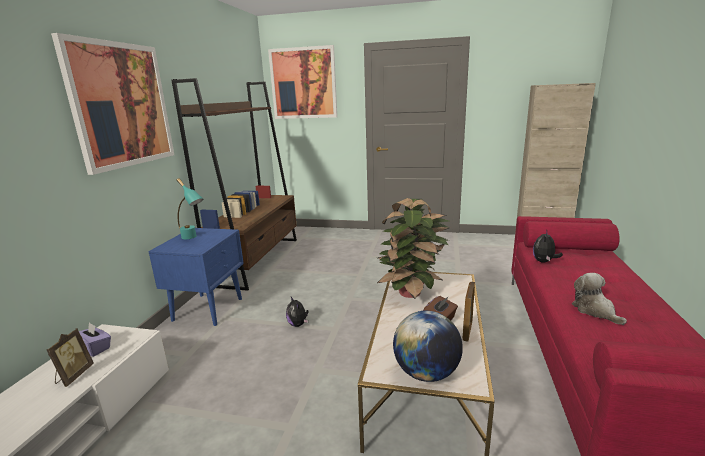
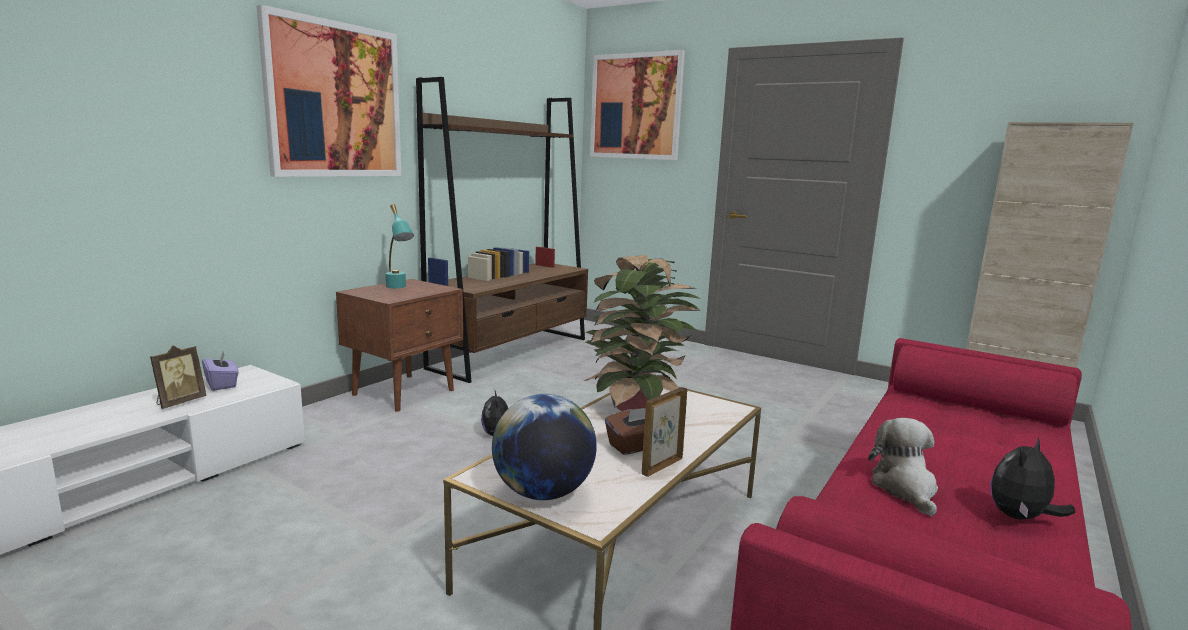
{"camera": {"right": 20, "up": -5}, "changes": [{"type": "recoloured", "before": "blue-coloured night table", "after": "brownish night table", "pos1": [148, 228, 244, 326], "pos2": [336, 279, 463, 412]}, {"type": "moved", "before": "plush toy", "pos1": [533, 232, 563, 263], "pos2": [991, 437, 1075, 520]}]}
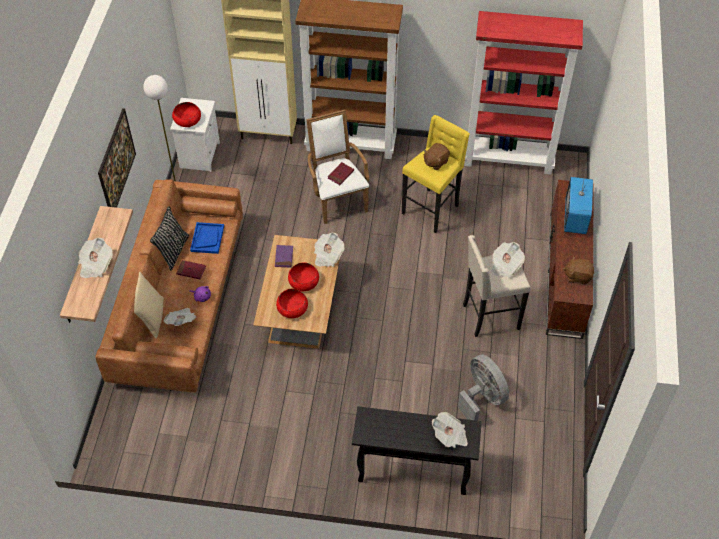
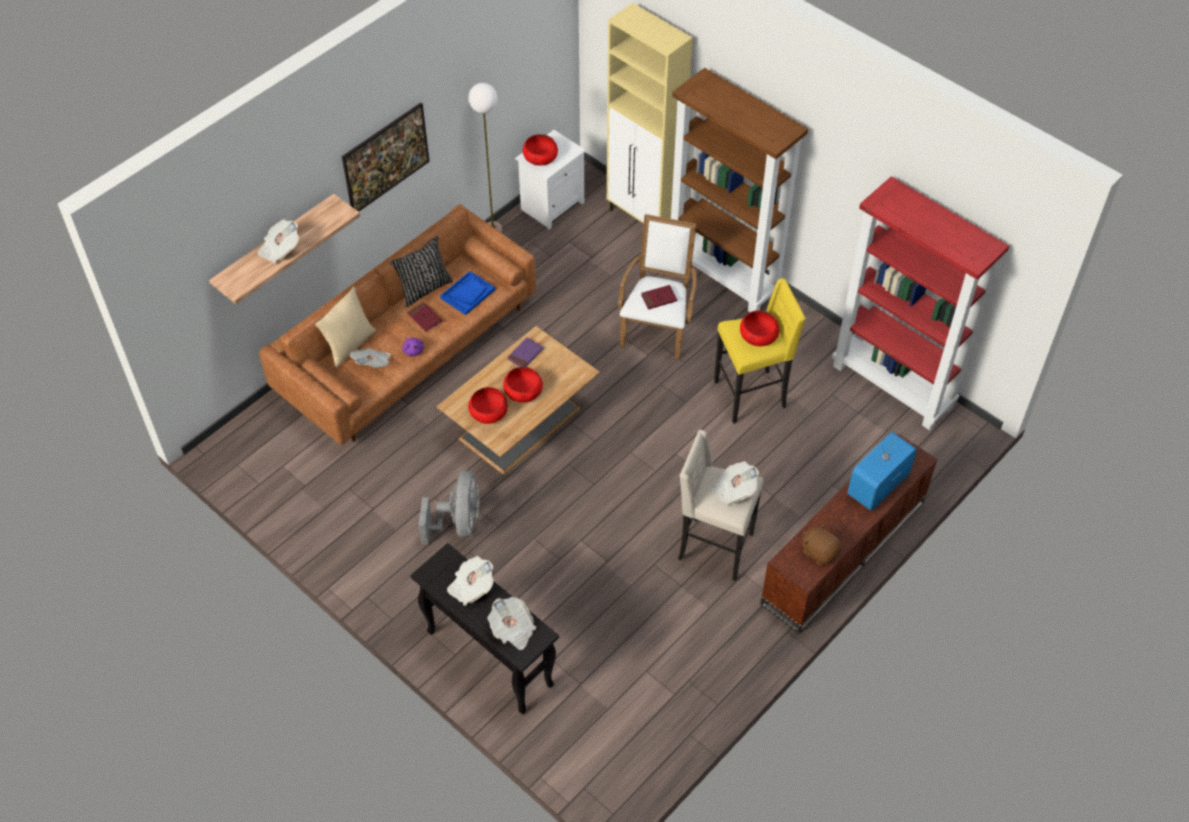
{"camera": {"right": 35, "up": 0}, "changes": [{"type": "replaced", "before": "brownish plush toy", "after": "red-coloured serving bowl", "pos1": [424, 143, 450, 170], "pos2": [740, 310, 779, 346]}, {"type": "moved", "before": "printed paper", "pos1": [314, 232, 345, 267], "pos2": [447, 556, 494, 606]}, {"type": "moved", "before": "grey fan", "pos1": [458, 355, 509, 421], "pos2": [418, 470, 480, 544]}]}
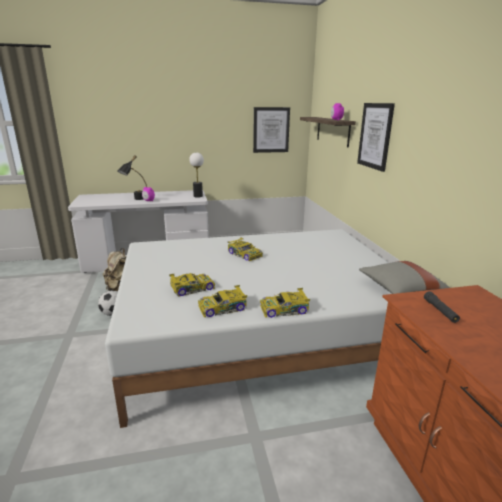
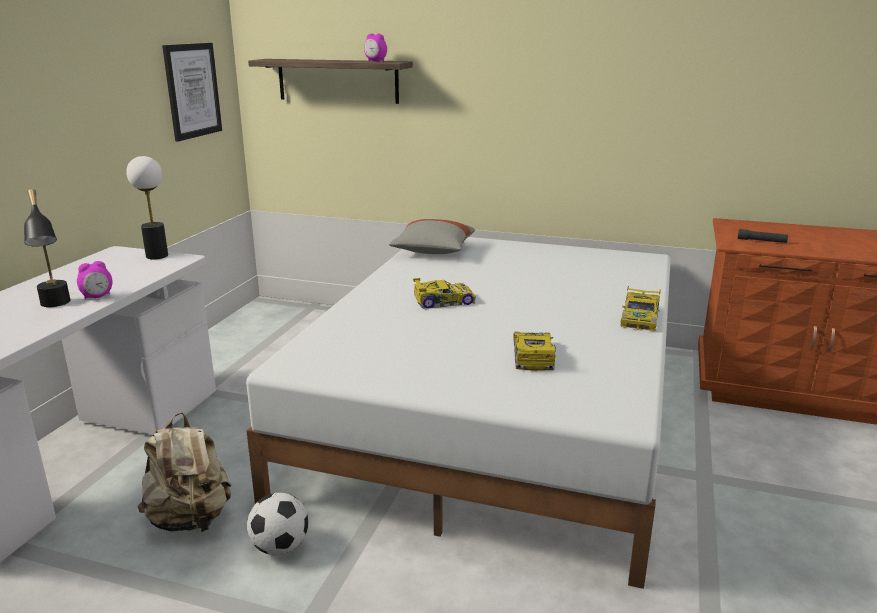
{"camera": {"right": -60, "up": 0}, "changes": [{"type": "removed", "before": "wall art", "pos1": [357, 103, 395, 172]}, {"type": "moved", "before": "grey cushion", "pos1": [359, 261, 450, 294], "pos2": [389, 219, 475, 254]}, {"type": "removed", "before": "toy car", "pos1": [198, 285, 248, 318]}]}
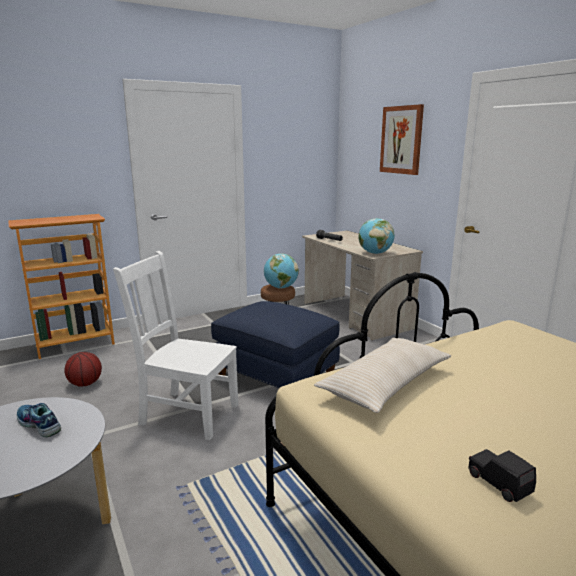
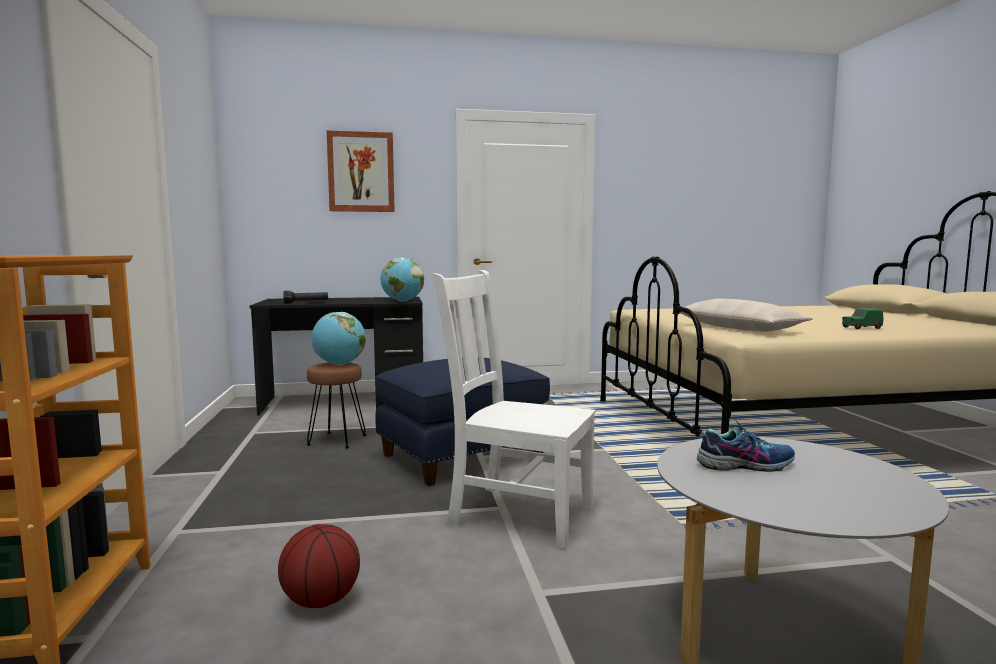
{"camera": {"right": -70, "up": -10}, "changes": [{"type": "recoloured", "before": "sand-coloured desk", "after": "black-coloured desk", "pos1": [302, 231, 423, 341], "pos2": [250, 297, 423, 416]}, {"type": "turned", "before": "white-coloured chair", "pos1": [113, 251, 238, 440], "pos2": [433, 270, 596, 549], "turn": 75}, {"type": "turned", "before": "low shoe", "pos1": [17, 403, 61, 437], "pos2": [697, 419, 795, 472], "turn": -150}, {"type": "recoloured", "before": "black-coloured toy car", "after": "green toy car", "pos1": [468, 449, 536, 502], "pos2": [842, 308, 884, 329]}]}
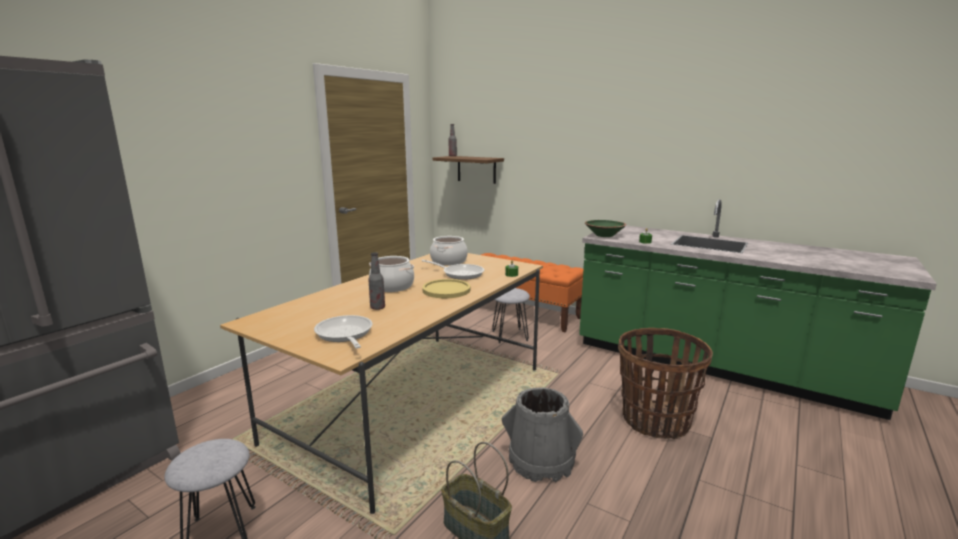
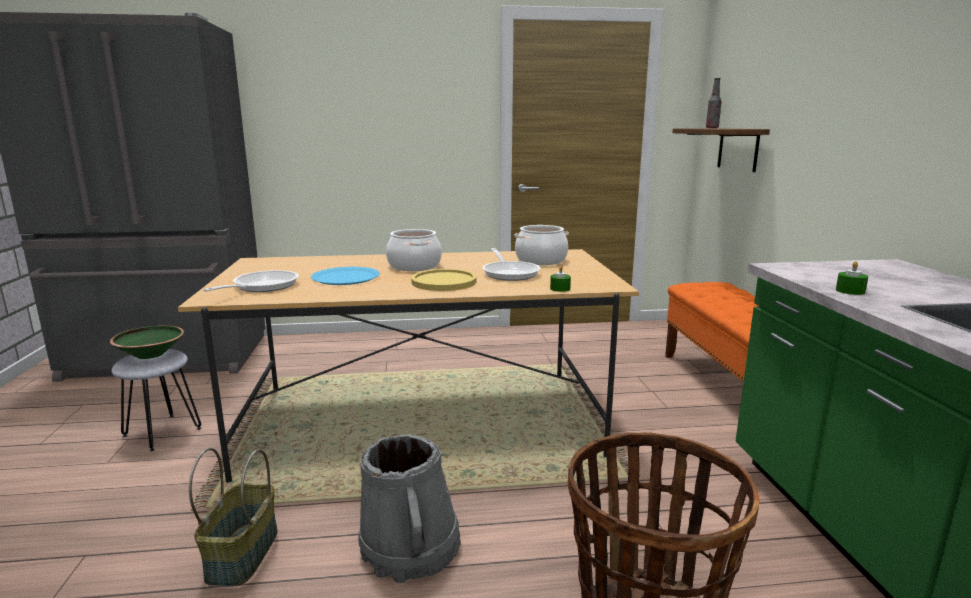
{"camera": {"right": 50, "up": 0}, "changes": [{"type": "moved", "before": "green serving bowl", "pos1": [585, 220, 626, 237], "pos2": [110, 326, 184, 359]}, {"type": "replaced", "before": "bottle", "after": "blue-coloured plate", "pos1": [368, 252, 385, 310], "pos2": [311, 267, 380, 285]}, {"type": "removed", "before": "grey stool", "pos1": [492, 288, 530, 343]}]}
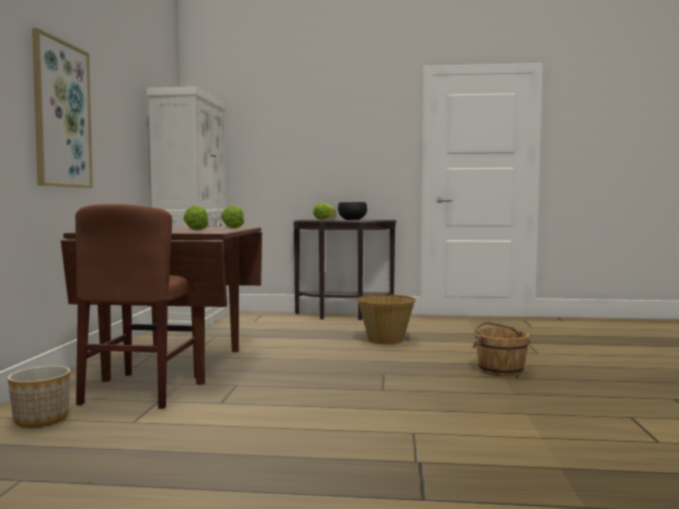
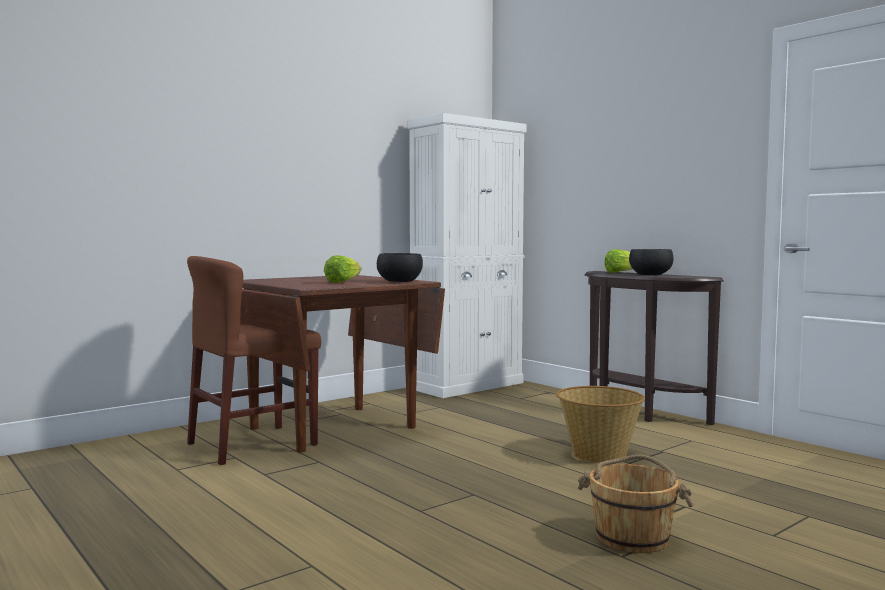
{"camera": {"right": 45, "up": 0}, "changes": [{"type": "removed", "before": "wall art", "pos1": [32, 28, 93, 188]}, {"type": "replaced", "before": "lettuce head", "after": "black-coloured serving bowl", "pos1": [221, 205, 244, 228], "pos2": [377, 253, 423, 282]}, {"type": "removed", "before": "flower pot", "pos1": [7, 366, 70, 427]}]}
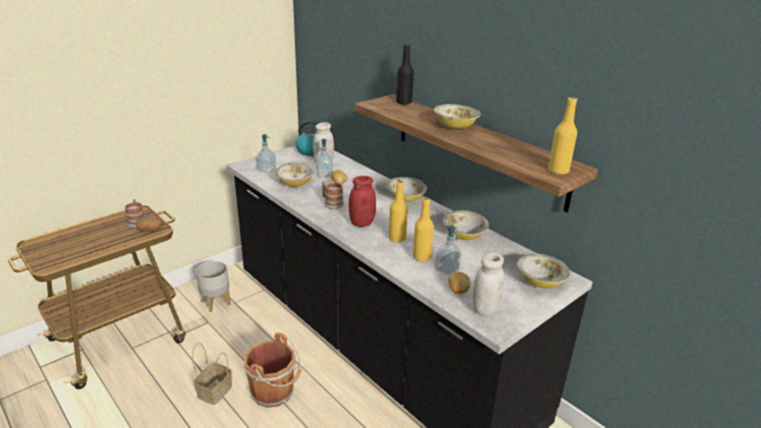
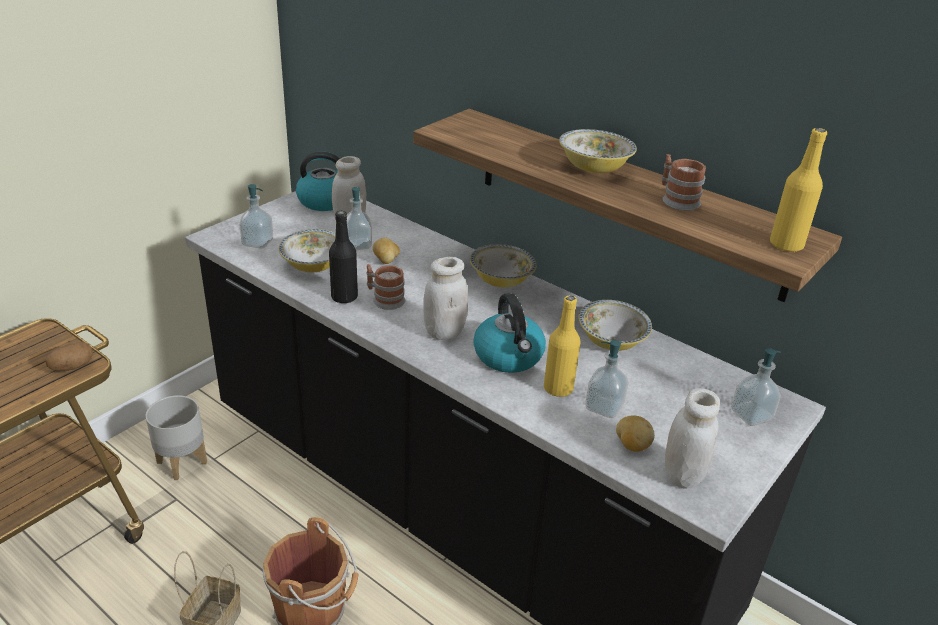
{"camera": {"right": -10, "up": 5}, "changes": [{"type": "moved", "before": "black-coloured bottle", "pos1": [396, 43, 414, 105], "pos2": [329, 211, 358, 303]}, {"type": "recoloured", "before": "red-coloured storage jar", "after": "white-coloured storage jar", "pos1": [349, 176, 376, 227], "pos2": [423, 257, 468, 340]}, {"type": "replaced", "before": "yellow-coloured bottle", "after": "water kettle", "pos1": [389, 180, 408, 242], "pos2": [473, 293, 546, 373]}, {"type": "moved", "before": "coffee mug", "pos1": [125, 199, 145, 227], "pos2": [661, 154, 706, 211]}, {"type": "replaced", "before": "serving bowl", "after": "soap bottle", "pos1": [517, 254, 570, 288], "pos2": [731, 348, 781, 426]}]}
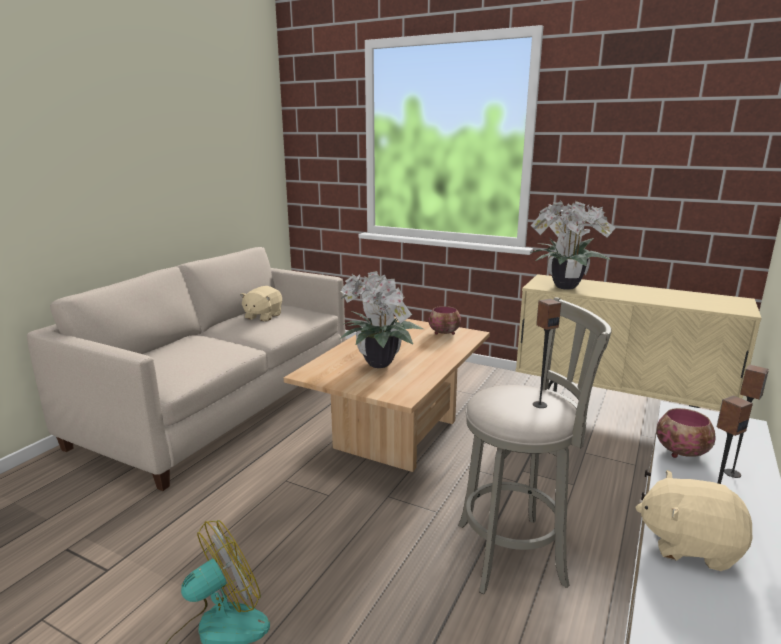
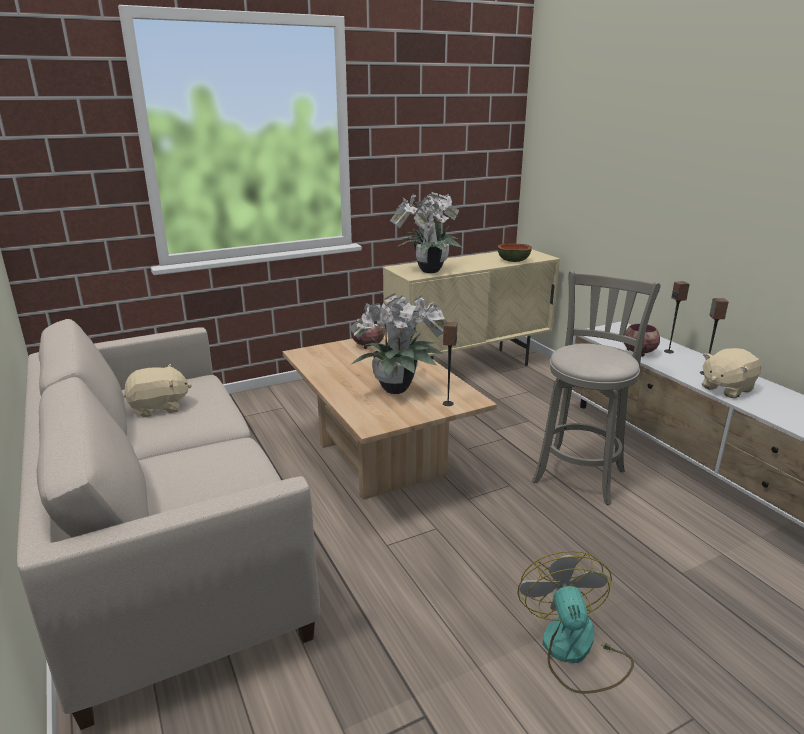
{"camera": {"right": -55, "up": 5}, "changes": [{"type": "turned", "before": "sand-coloured plush toy", "pos1": [240, 286, 282, 322], "pos2": [124, 364, 192, 417], "turn": -75}, {"type": "moved", "before": "audio speaker", "pos1": [533, 299, 561, 408], "pos2": [443, 322, 457, 406]}, {"type": "added", "after": "serving bowl", "pos2": [498, 243, 532, 262]}]}
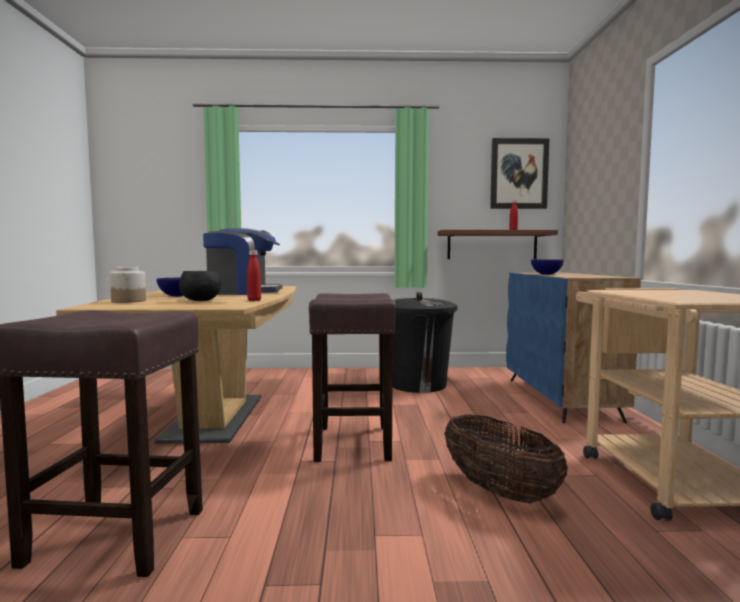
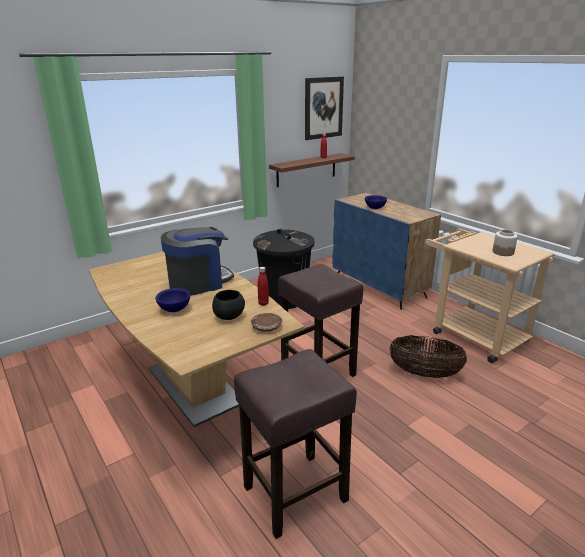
{"camera": {"right": -35, "up": 20}, "changes": [{"type": "moved", "before": "storage jar", "pos1": [110, 267, 146, 303], "pos2": [492, 229, 518, 256]}, {"type": "added", "after": "brownish plate", "pos2": [251, 313, 282, 332]}]}
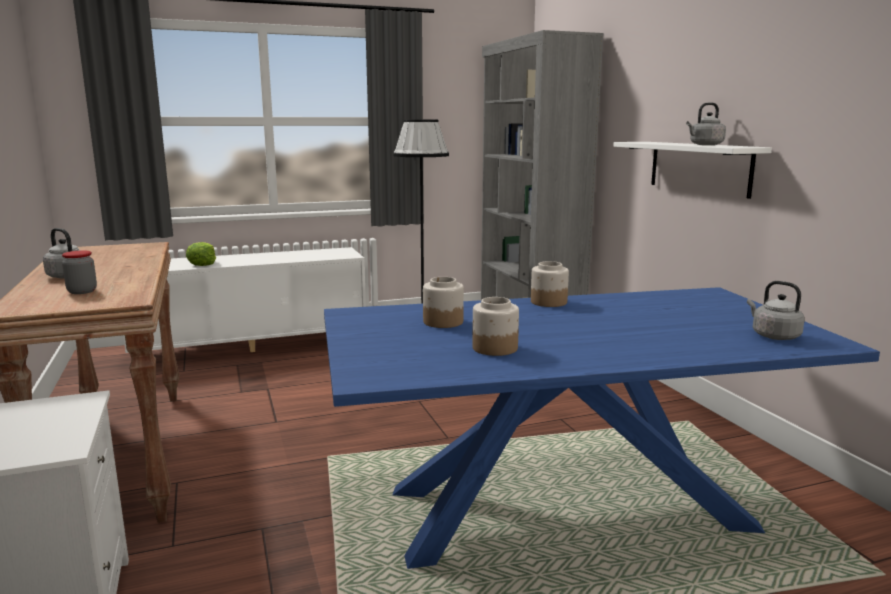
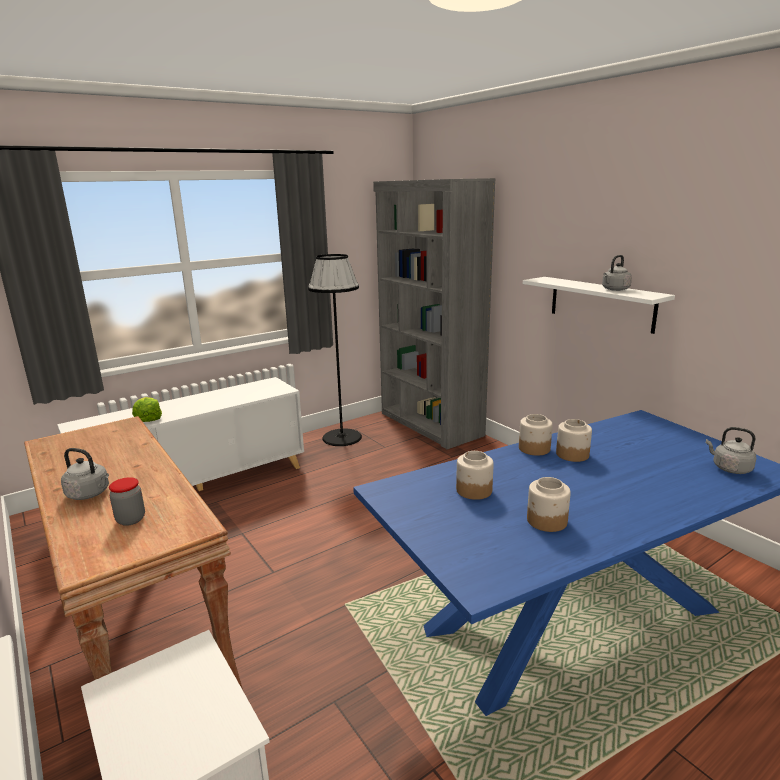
{"camera": {"right": -15, "up": 5}, "changes": [{"type": "added", "after": "storage jar", "pos2": [556, 419, 592, 462]}]}
